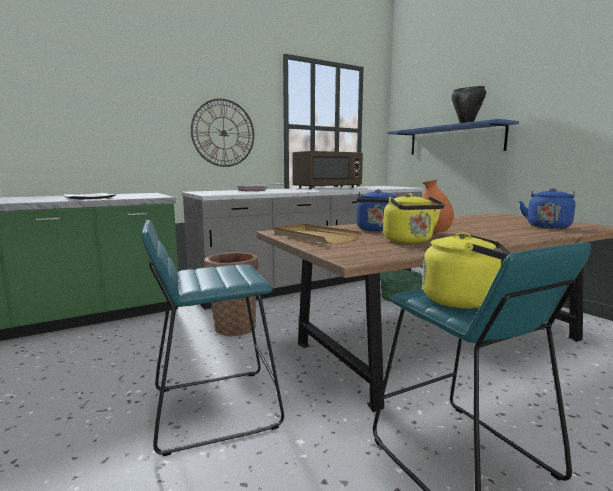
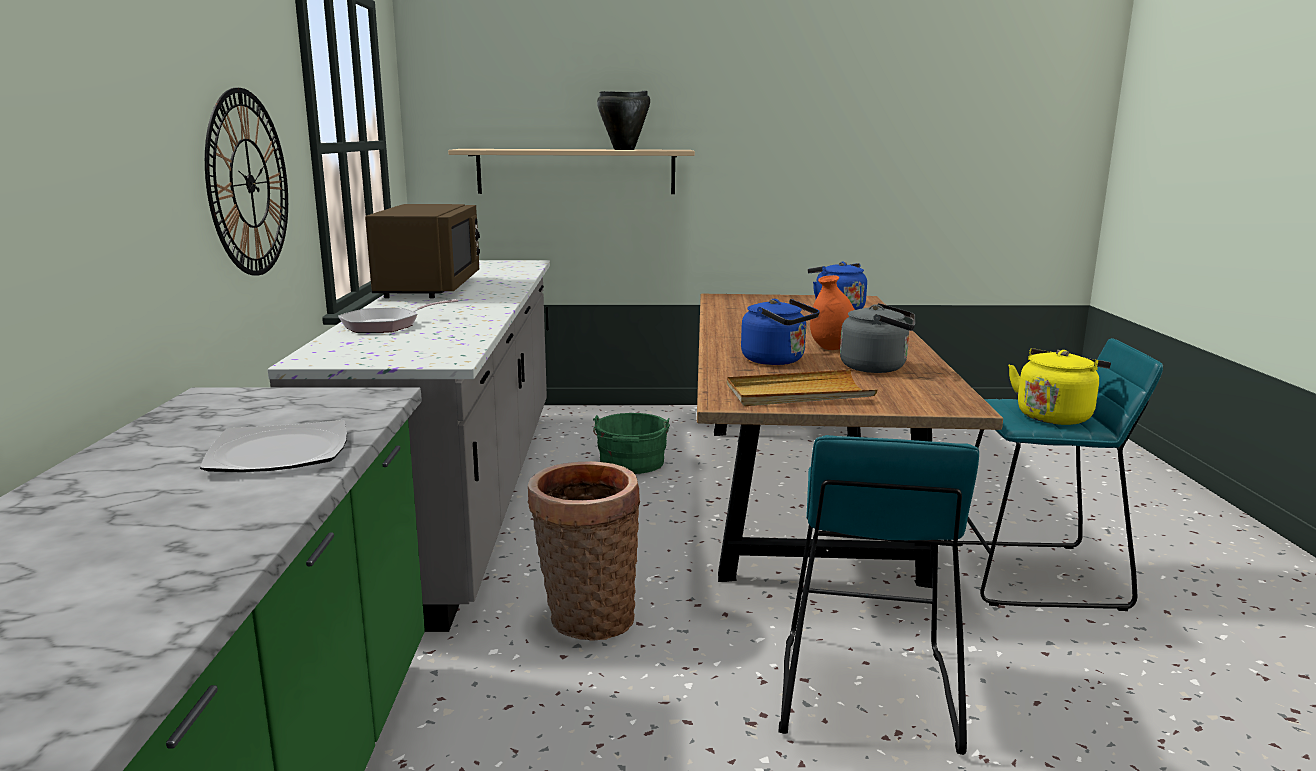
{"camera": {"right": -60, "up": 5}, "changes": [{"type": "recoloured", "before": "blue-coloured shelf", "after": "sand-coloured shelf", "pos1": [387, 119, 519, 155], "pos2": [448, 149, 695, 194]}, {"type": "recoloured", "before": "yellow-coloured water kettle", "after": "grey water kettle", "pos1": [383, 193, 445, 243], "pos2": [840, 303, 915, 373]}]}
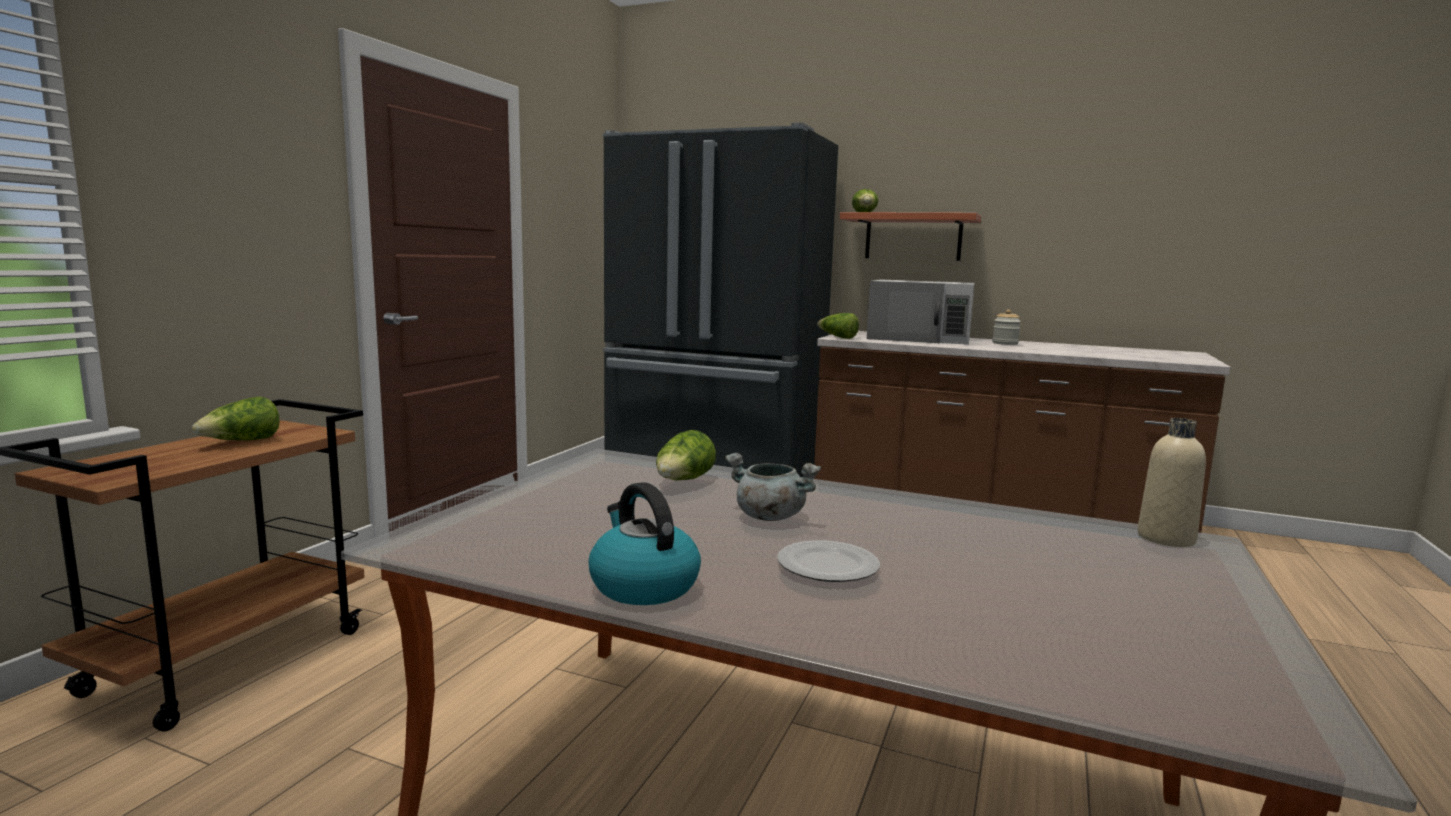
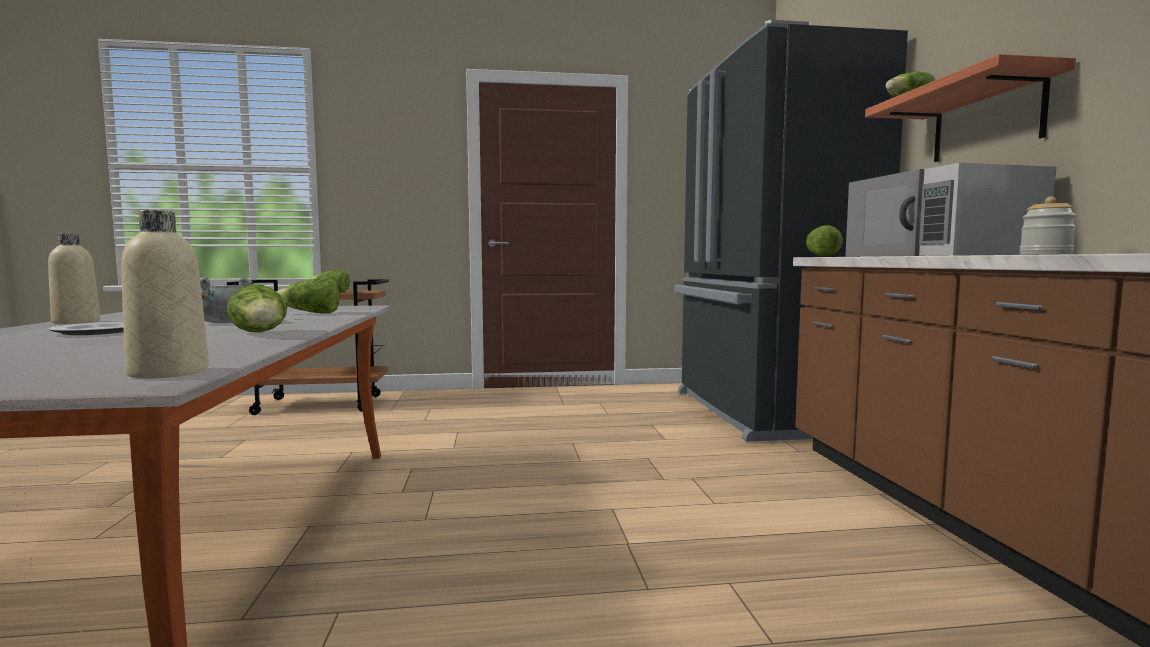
{"camera": {"right": 60, "up": -5}, "changes": [{"type": "replaced", "before": "water kettle", "after": "sand-coloured bottle", "pos1": [589, 482, 701, 605], "pos2": [48, 233, 100, 324]}, {"type": "added", "after": "lettuce head", "pos2": [227, 284, 287, 333]}]}
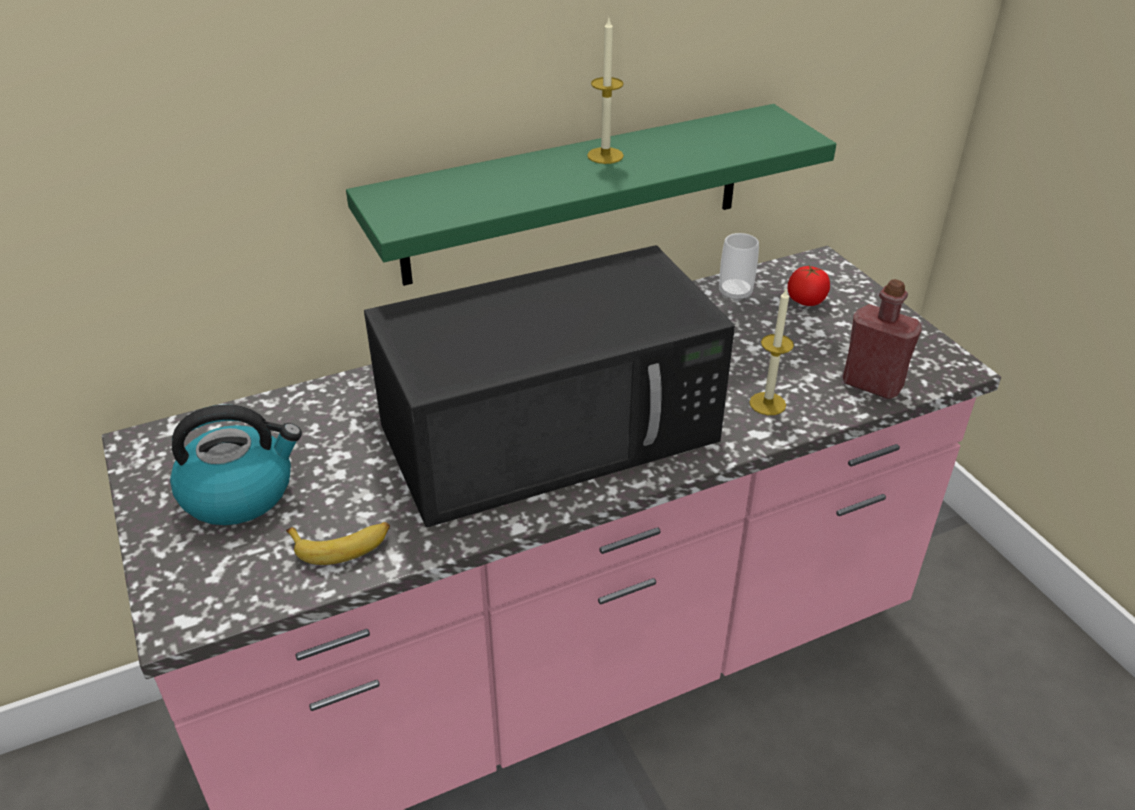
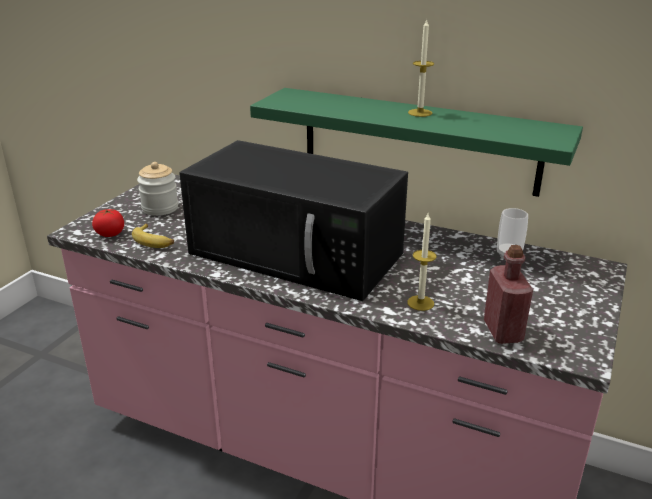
{"camera": {"right": 50, "up": -10}, "changes": [{"type": "moved", "before": "fresh tomato", "pos1": [788, 266, 830, 306], "pos2": [92, 209, 124, 237]}, {"type": "replaced", "before": "water kettle", "after": "storage jar", "pos1": [170, 405, 302, 525], "pos2": [137, 162, 178, 216]}]}
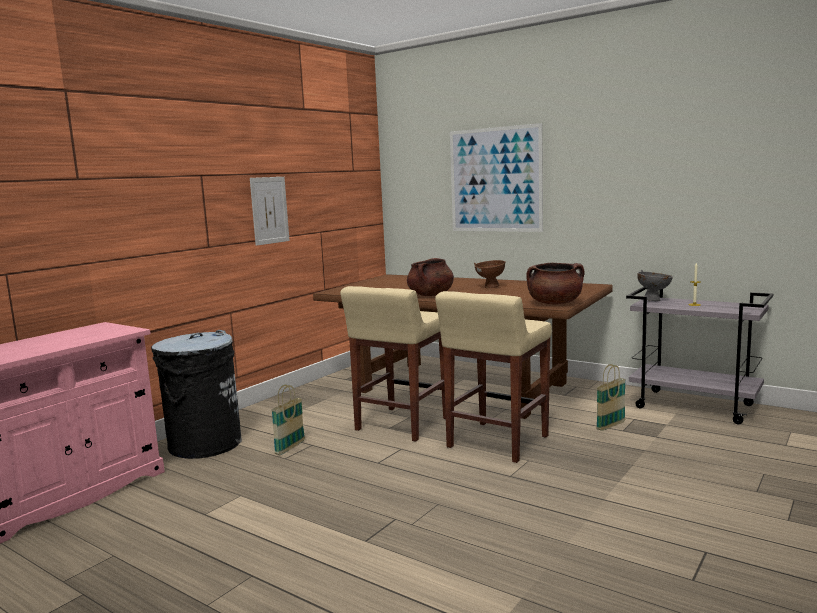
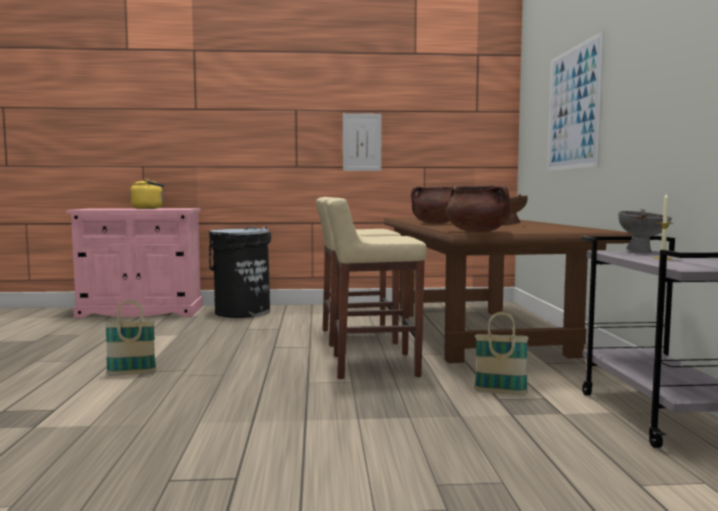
{"camera": {"right": 50, "up": -5}, "changes": [{"type": "moved", "before": "household basket", "pos1": [271, 385, 305, 455], "pos2": [105, 300, 157, 376]}, {"type": "added", "after": "yellow-coloured water kettle", "pos2": [130, 179, 165, 209]}]}
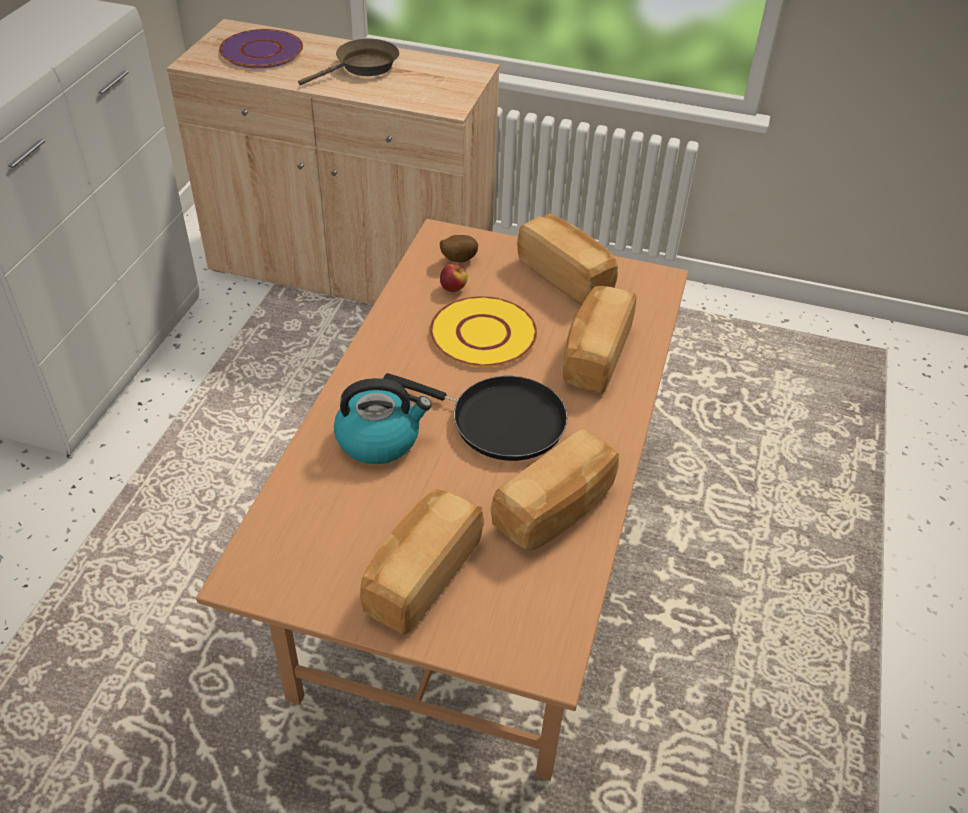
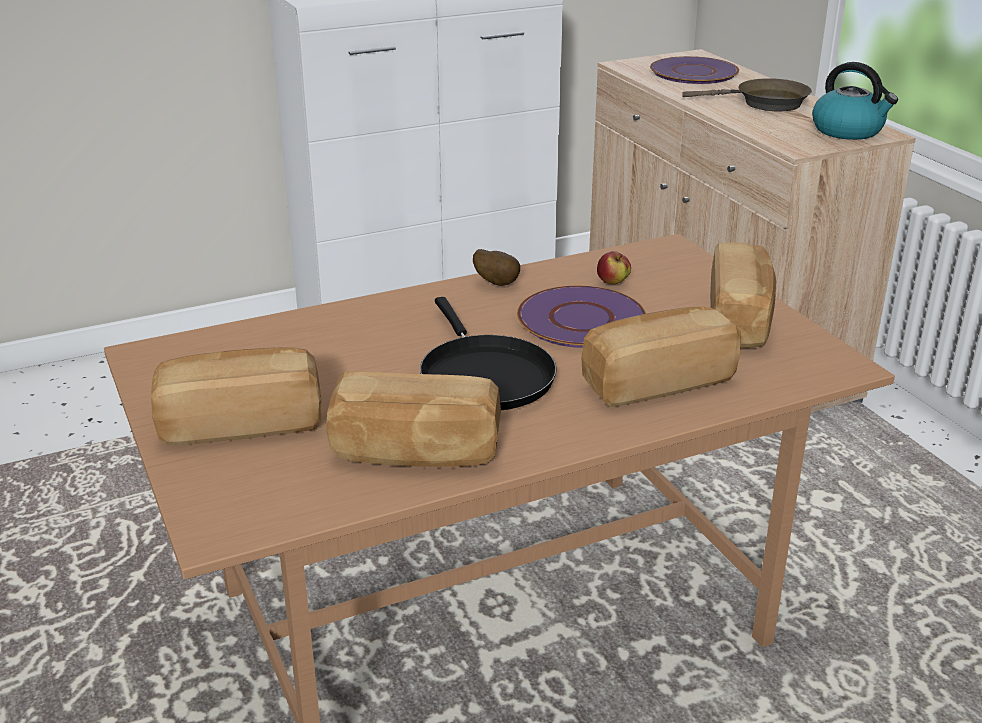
{"camera": {"right": 50, "up": -15}, "changes": [{"type": "moved", "before": "whole potato", "pos1": [440, 235, 478, 262], "pos2": [473, 249, 520, 286]}, {"type": "recoloured", "before": "yellow-coloured plate", "after": "purplish plate", "pos1": [430, 296, 537, 367], "pos2": [517, 286, 646, 348]}, {"type": "moved", "before": "water kettle", "pos1": [334, 378, 432, 464], "pos2": [812, 62, 898, 140]}]}
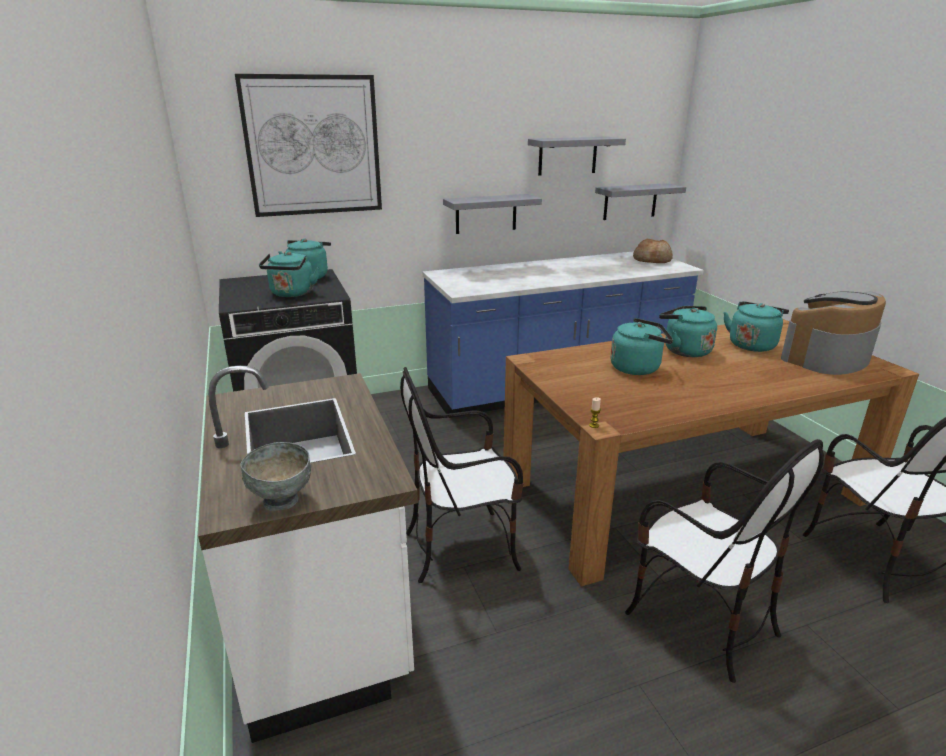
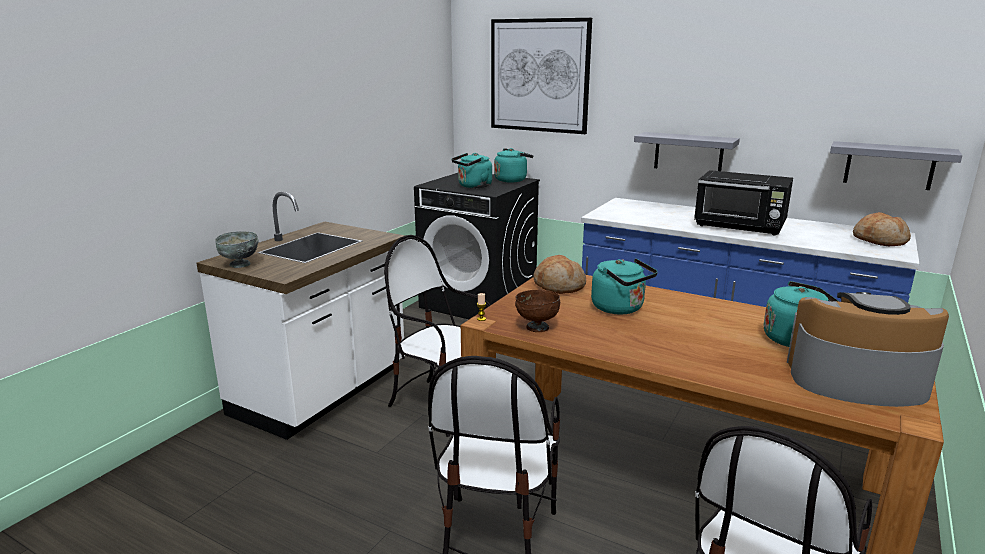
{"camera": {"right": 50, "up": -5}, "changes": [{"type": "removed", "before": "grey shelf", "pos1": [528, 137, 626, 176]}, {"type": "removed", "before": "turquoise-coloured water kettle", "pos1": [659, 306, 717, 357]}, {"type": "added", "after": "black-coloured microwave", "pos2": [694, 170, 793, 235]}, {"type": "added", "after": "bread", "pos2": [533, 255, 586, 294]}, {"type": "added", "after": "brownish serving bowl", "pos2": [515, 290, 560, 332]}]}
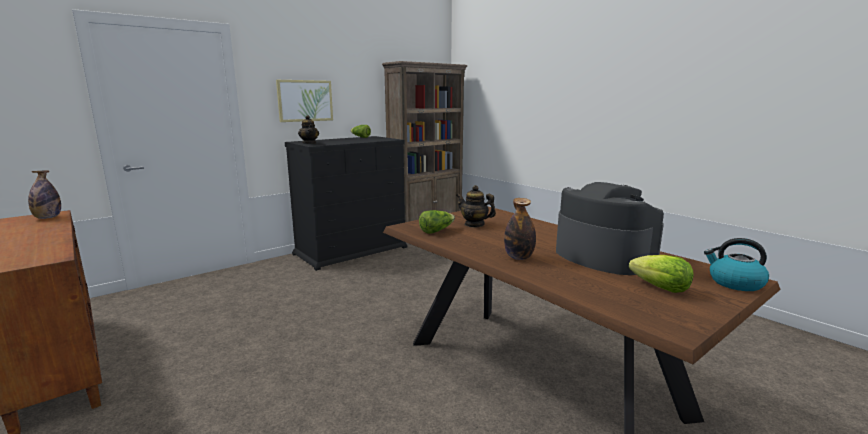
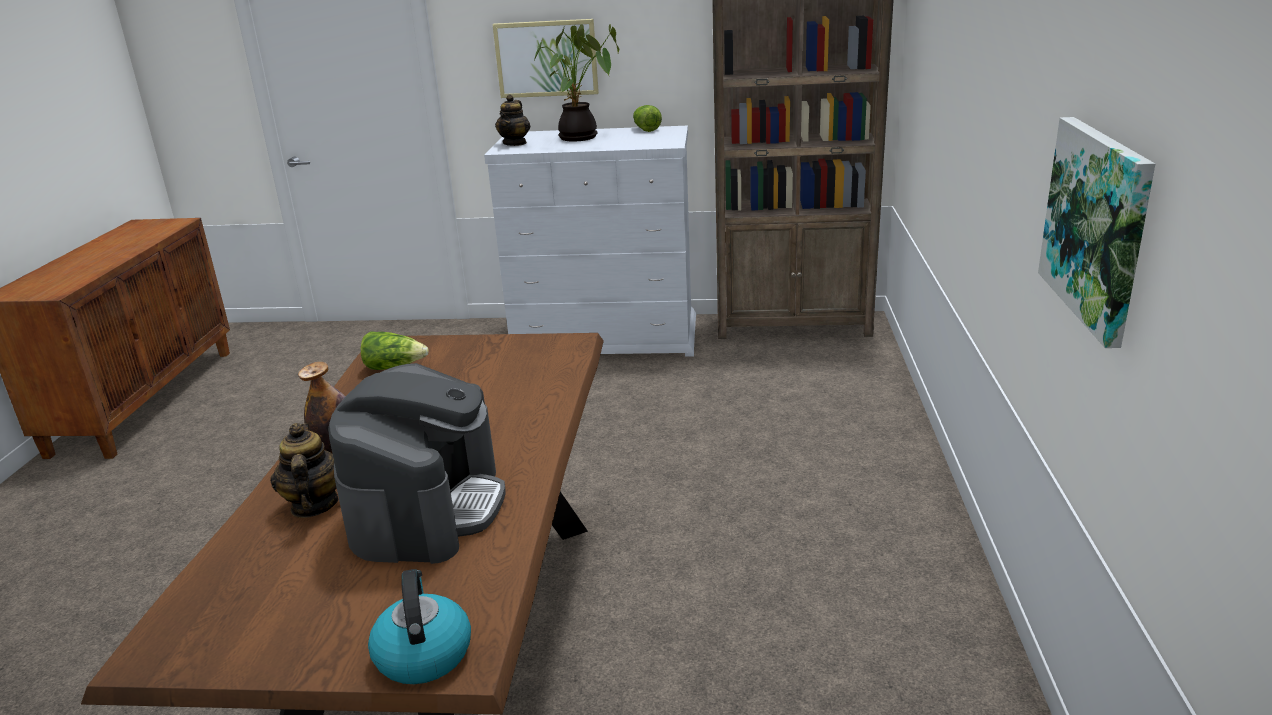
{"camera": {"right": 45, "up": 10}, "changes": [{"type": "recoloured", "before": "black-coloured drawer chest", "after": "white-coloured drawer chest", "pos1": [285, 136, 407, 271], "pos2": [484, 126, 696, 357]}, {"type": "removed", "before": "bottle", "pos1": [28, 170, 61, 219]}, {"type": "moved", "before": "pot for tea", "pos1": [456, 185, 496, 228], "pos2": [270, 423, 338, 518]}, {"type": "removed", "before": "lettuce head", "pos1": [629, 255, 694, 293]}, {"type": "added", "after": "plant in a pot", "pos2": [533, 24, 619, 141]}, {"type": "added", "after": "wall art", "pos2": [1038, 117, 1155, 348]}]}
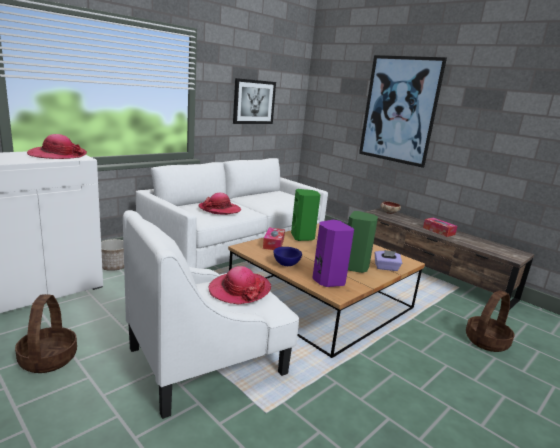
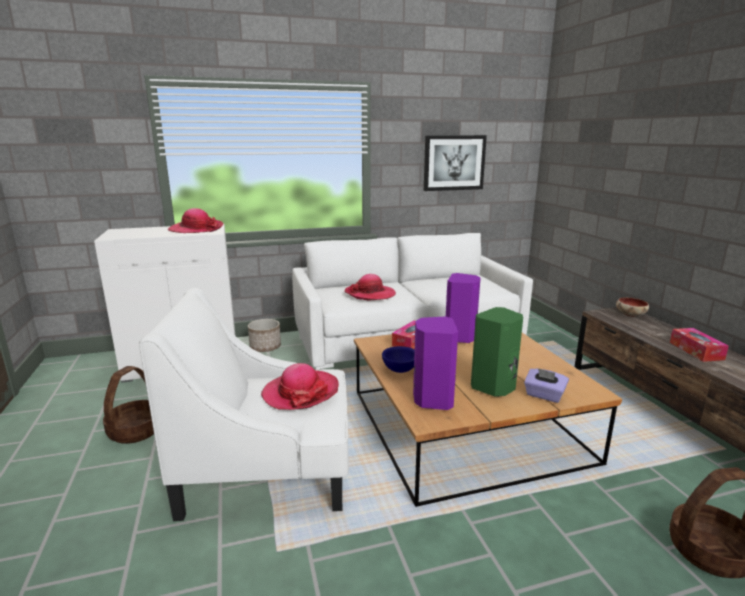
{"camera": {"right": 30, "up": 0}, "changes": [{"type": "removed", "before": "wall art", "pos1": [359, 55, 447, 168]}, {"type": "recoloured", "before": "green audio speaker", "after": "purplish audio speaker", "pos1": [291, 189, 321, 241], "pos2": [446, 273, 481, 343]}]}
